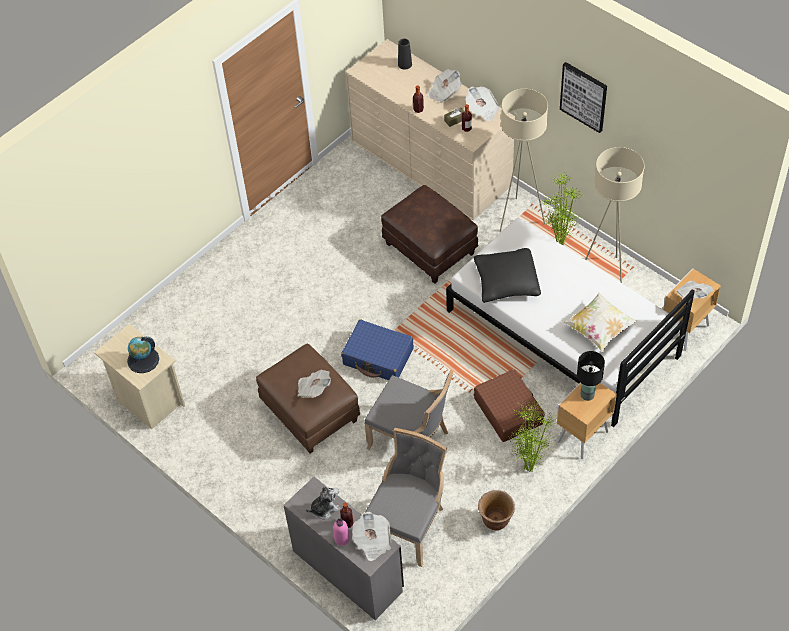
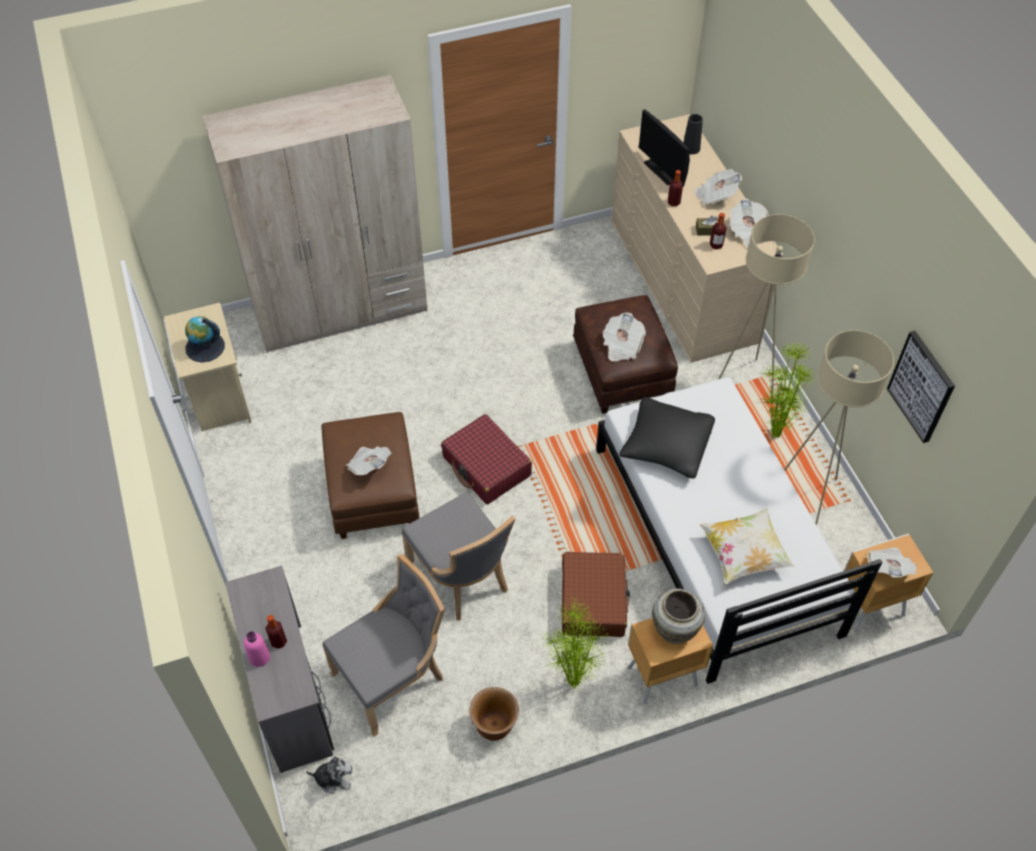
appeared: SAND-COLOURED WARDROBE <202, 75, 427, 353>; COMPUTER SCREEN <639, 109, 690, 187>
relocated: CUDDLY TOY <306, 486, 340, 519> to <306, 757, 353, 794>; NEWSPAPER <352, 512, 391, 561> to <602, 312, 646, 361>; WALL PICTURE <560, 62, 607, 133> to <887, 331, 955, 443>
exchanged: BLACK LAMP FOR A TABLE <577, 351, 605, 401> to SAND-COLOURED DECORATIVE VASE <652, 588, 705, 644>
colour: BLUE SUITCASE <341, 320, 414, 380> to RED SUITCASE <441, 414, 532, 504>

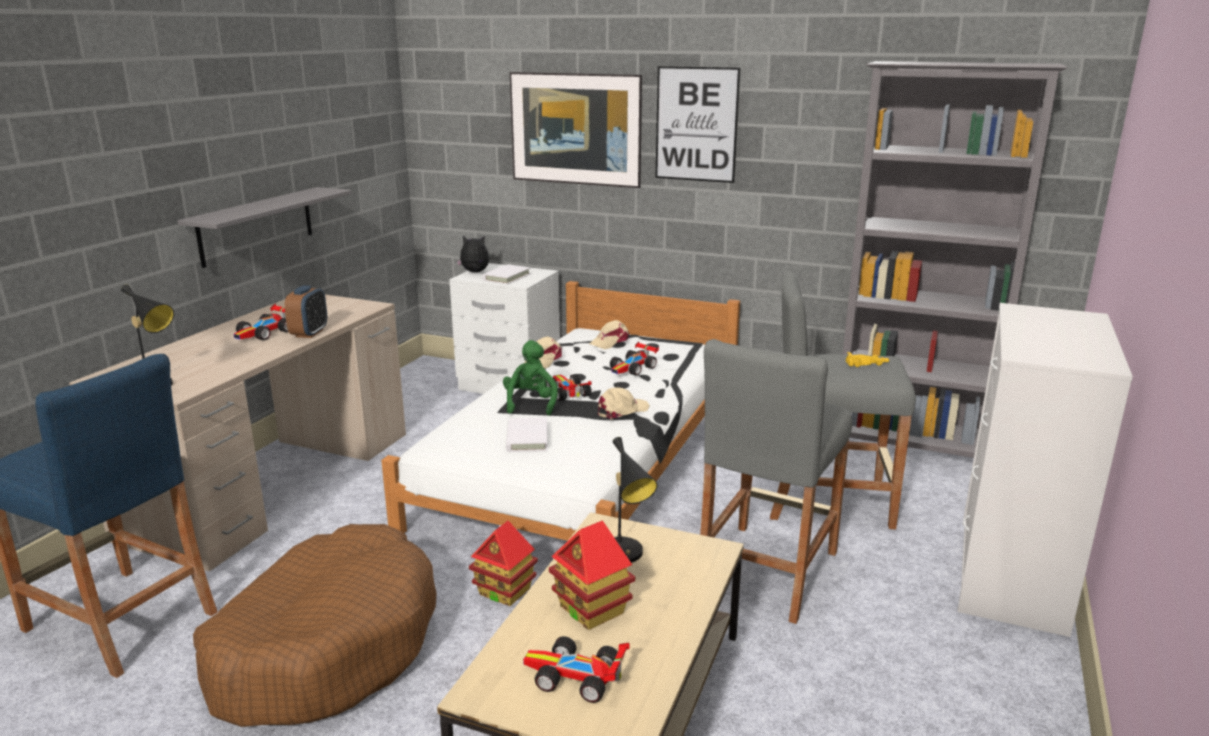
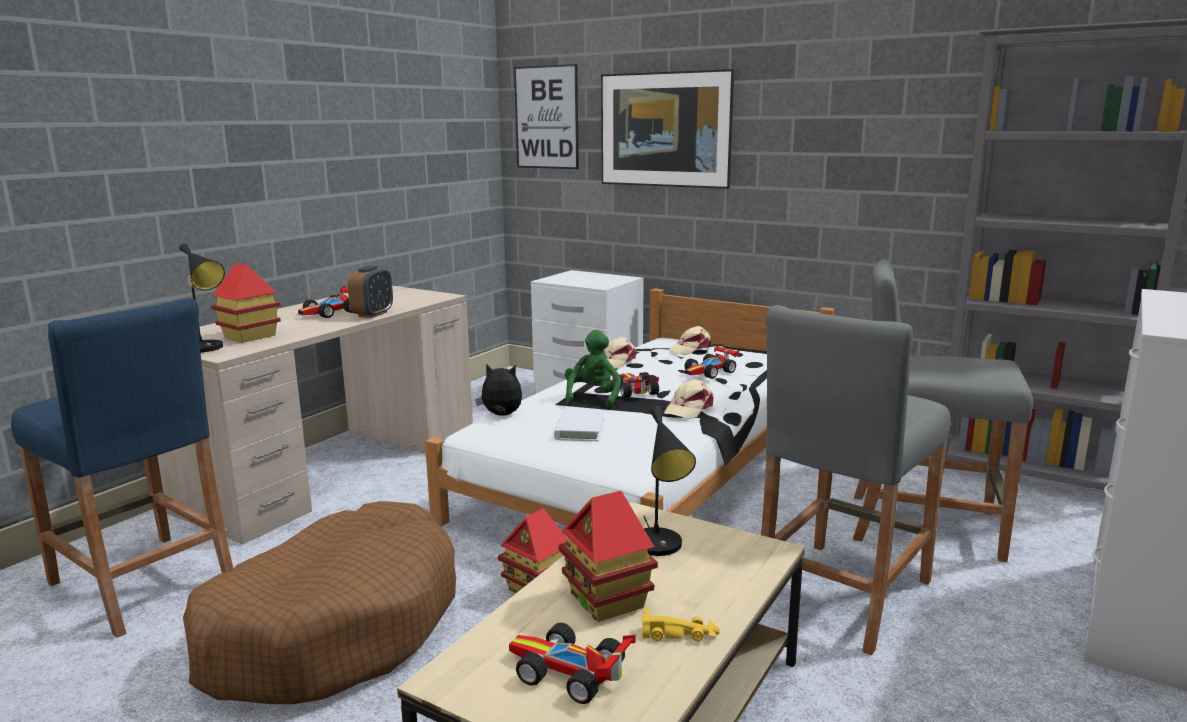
missing: GREY BRACKET SHELF <177, 187, 352, 268>; WHITE BOUND BOOK <482, 264, 531, 284>
appeared: TOY HOUSE <211, 263, 281, 343>
relocated: CUDDLY TOY <456, 236, 489, 272> to <475, 364, 522, 416>; WALL PICTURE <655, 66, 740, 183> to <514, 64, 579, 169>; YELLOW MINIATURE CAR <846, 352, 889, 367> to <642, 609, 720, 641>
spun: SAND-COLOURED CAP <598, 387, 650, 420> = <664, 379, 713, 419> 150 degrees clockwise

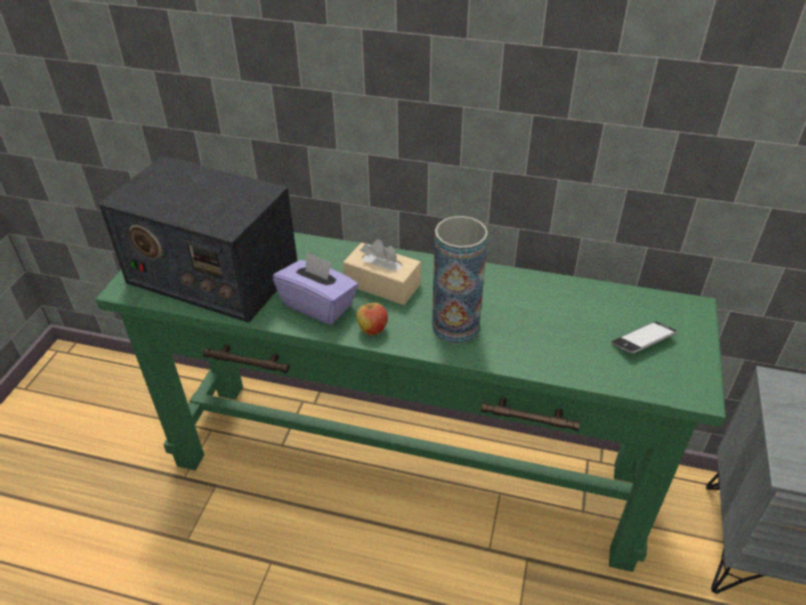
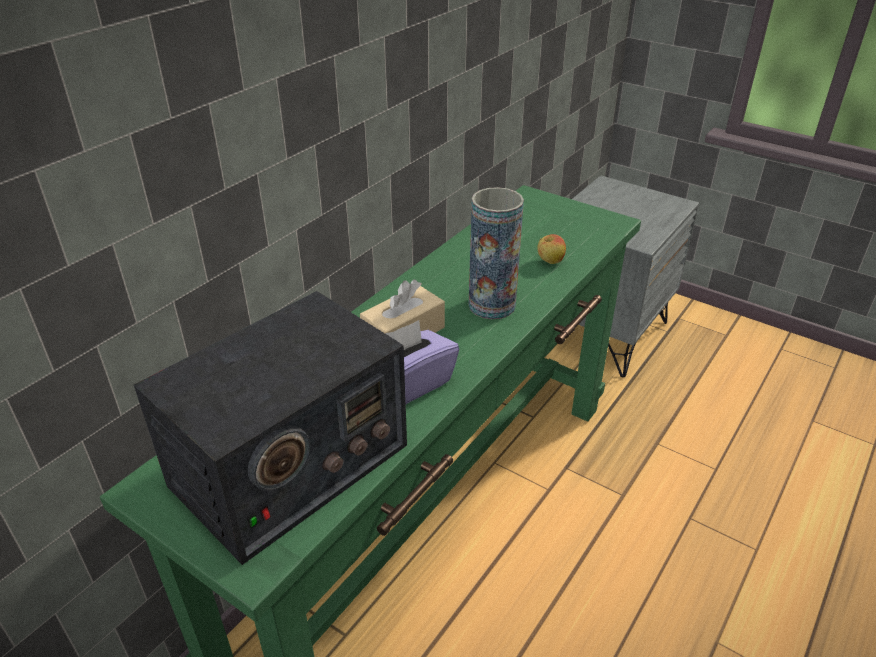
missing: TELEPHONE <611, 322, 677, 354>
relocated: APPLE FRUIT <356, 299, 388, 336> to <537, 234, 566, 264>

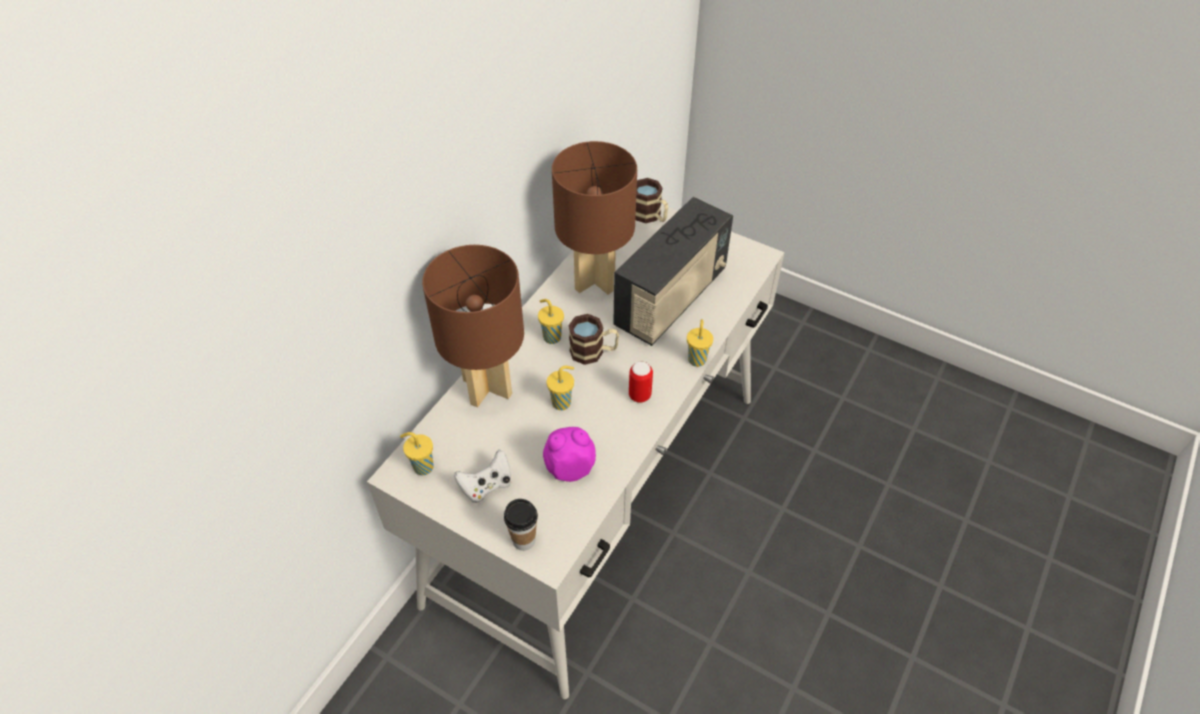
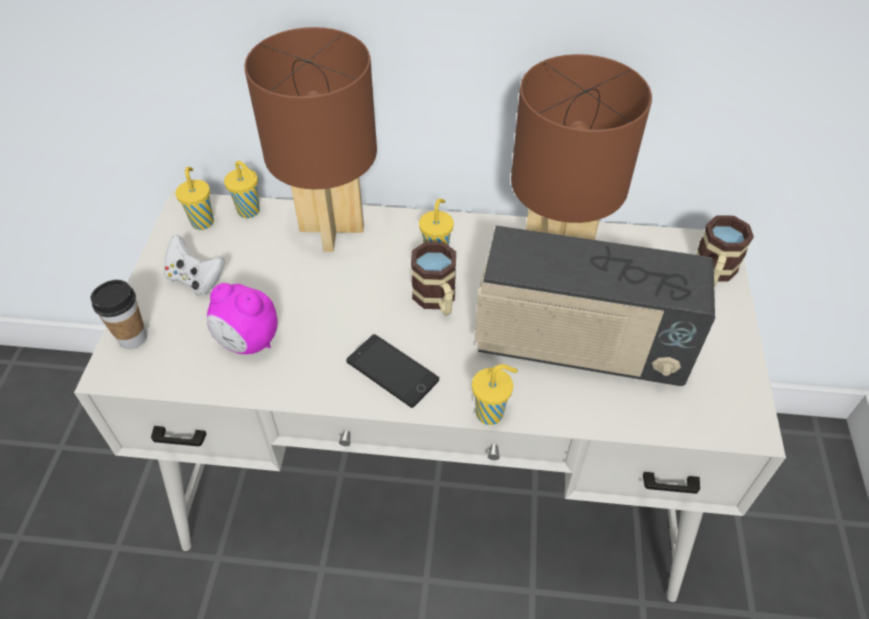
relocated: YELLOW DRINKING CUP <546, 366, 574, 410> to <224, 161, 260, 218>
exchanged: SEALED CAN <629, 362, 653, 403> to TELEPHONE <346, 334, 439, 408>
spun: ALARM CLOCK <543, 427, 596, 482> = <207, 283, 278, 354> 150 degrees clockwise

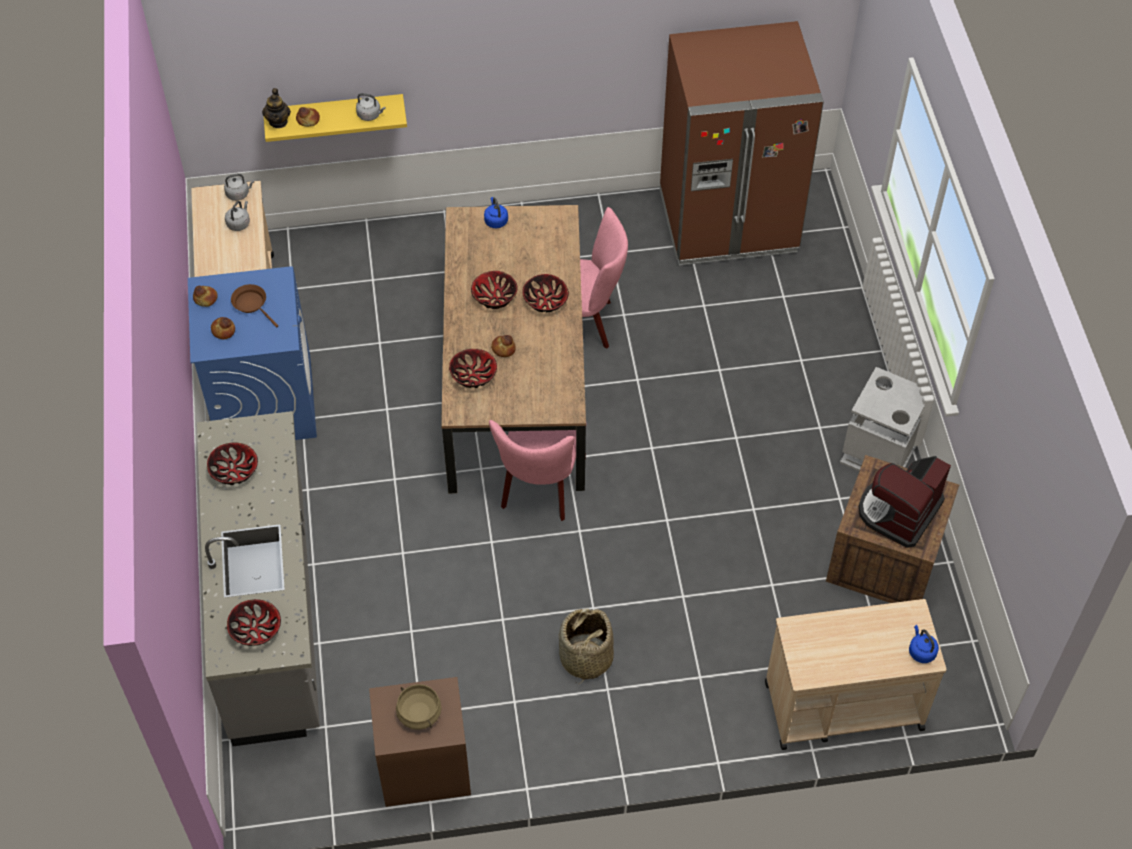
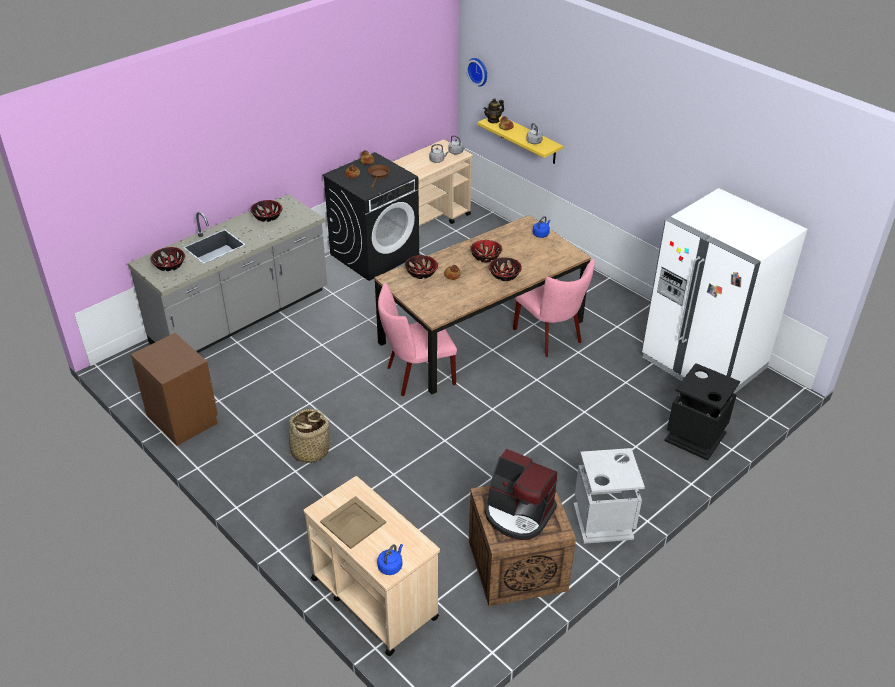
missing: SAND-COLOURED COOKING POT <396, 684, 442, 730>
appeared: SAND-COLOURED TRAY <320, 496, 386, 549>; HANGING CLOCK <466, 58, 487, 86>; BLACK WASTE BIN <665, 363, 740, 461>
colour: BLUE LAUNDRY APPLIANCE <188, 266, 317, 440> to BLACK LAUNDRY APPLIANCE <322, 152, 419, 281>; BROWN-COLOURED FRIDGE <660, 21, 824, 266> to WHITE FRIDGE <642, 188, 807, 394>
spun: COFFEE MACHINE <859, 456, 951, 548> = <485, 449, 558, 540> 150 degrees counterclockwise

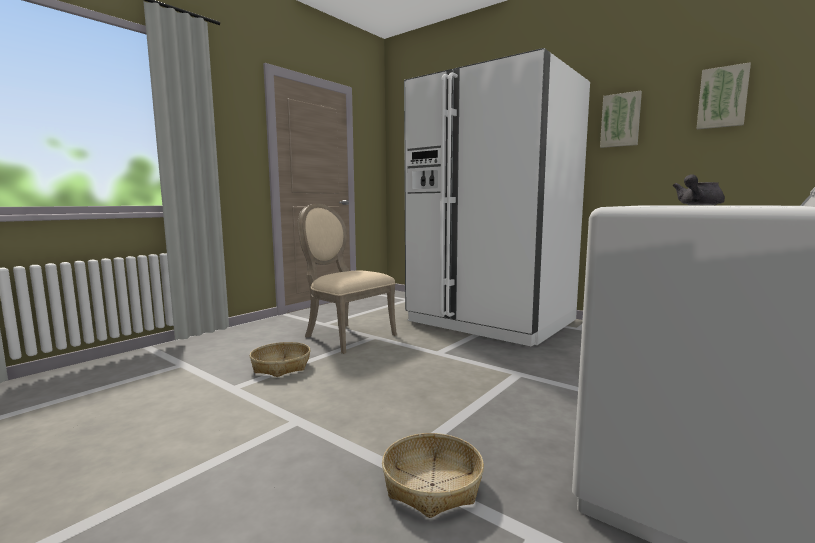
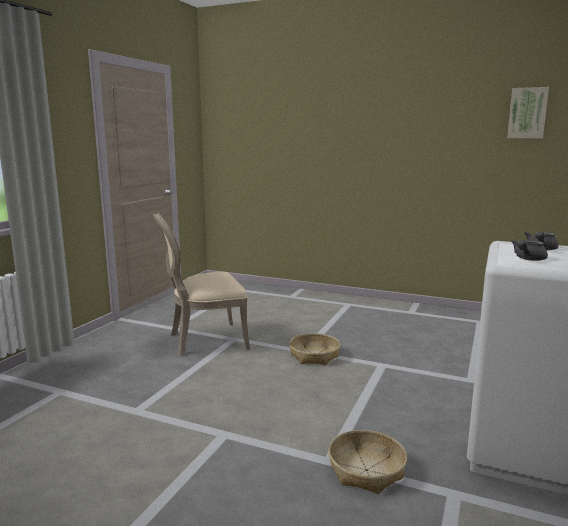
missing: WHITE FRIDGE <404, 48, 590, 347>; WALL PICTURE <600, 90, 642, 148>
appeared: GREY TEAPOT <511, 239, 548, 261>
relocated: BASKET <250, 342, 310, 377> to <289, 333, 340, 365>
spun: SAND-COLOURED UPRIGHT CHAIR <298, 203, 397, 354> = <153, 213, 250, 356> 45 degrees counterclockwise

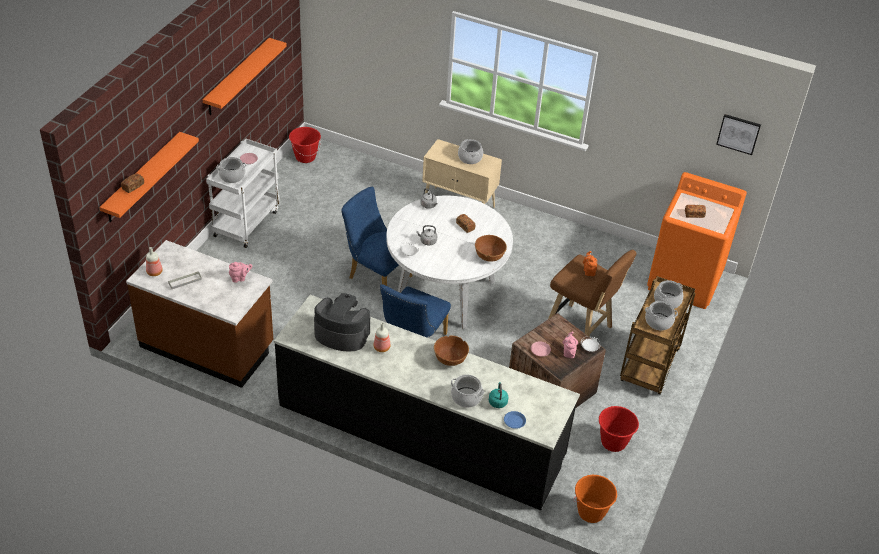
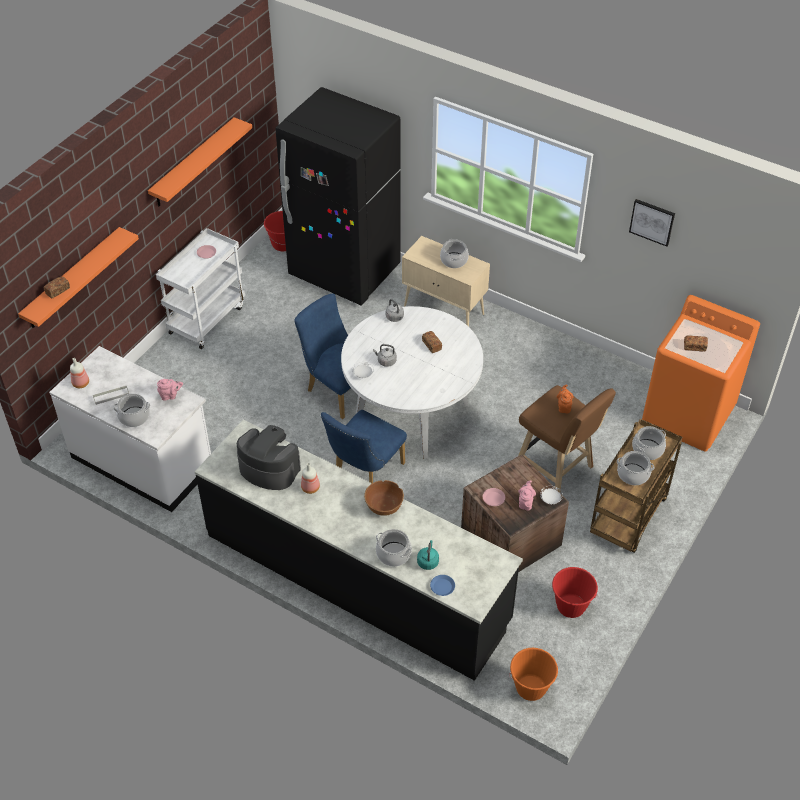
missing: BROWN-COLOURED BOWL <475, 235, 507, 262>
appeared: BLACK FRIDGE <275, 87, 401, 306>
relocated: COOKING POT <216, 157, 246, 183> to <113, 394, 150, 427>; WALL PICTURE <716, 114, 761, 155> to <629, 199, 675, 247>
colour: BROWN-COLOURED COUNTER <126, 240, 273, 388> to WHITE COUNTER <49, 346, 211, 512>

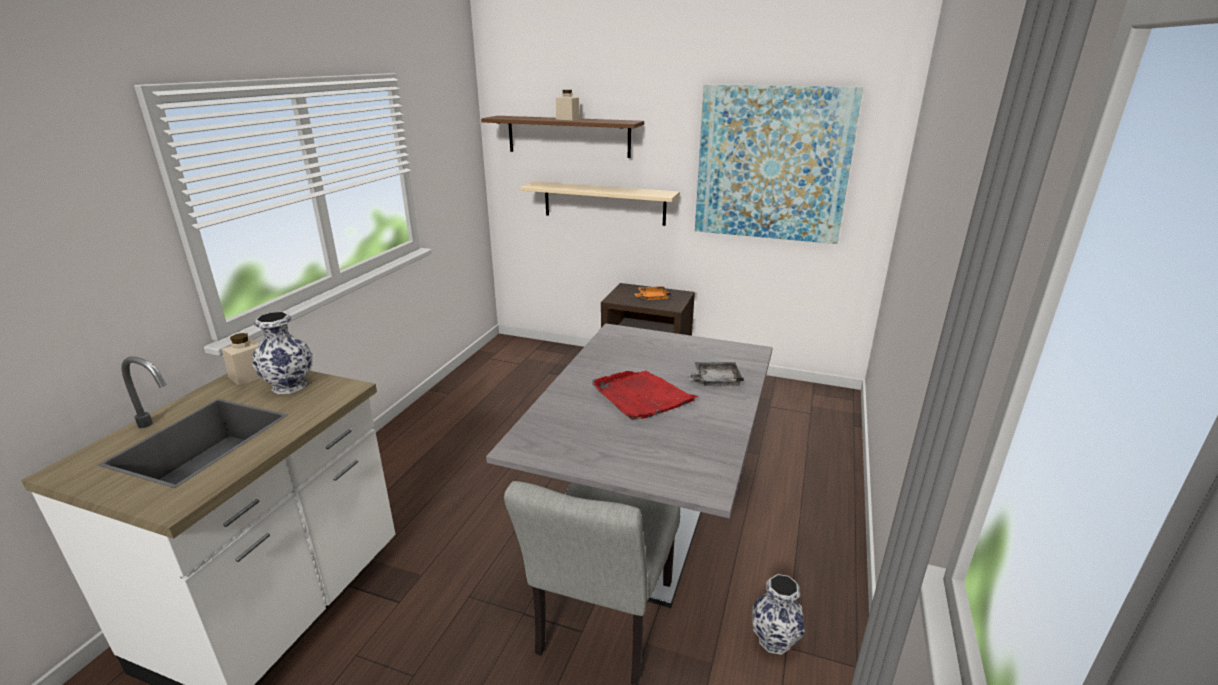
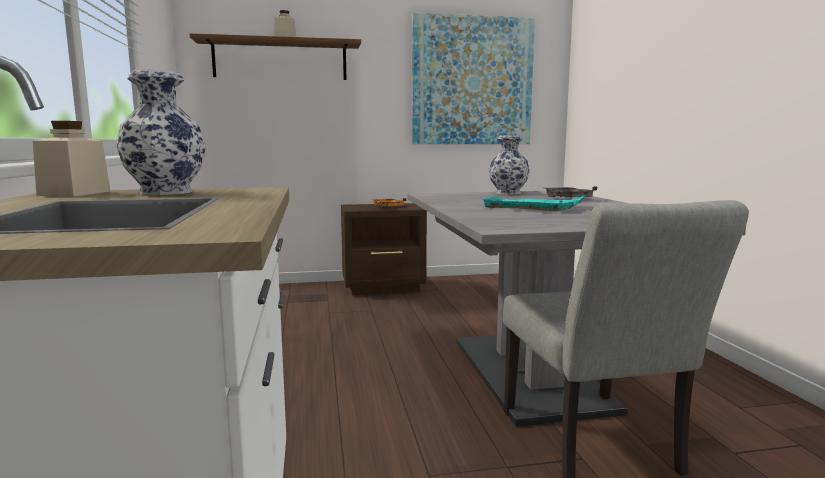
missing: SAND-COLOURED BRACKET SHELF <520, 181, 680, 226>
relocated: DECORATIVE VASE <752, 574, 805, 655> to <489, 135, 530, 195>
colour: RED TRAY <592, 371, 699, 420> to BLUE-GREEN TRAY <482, 195, 585, 211>

